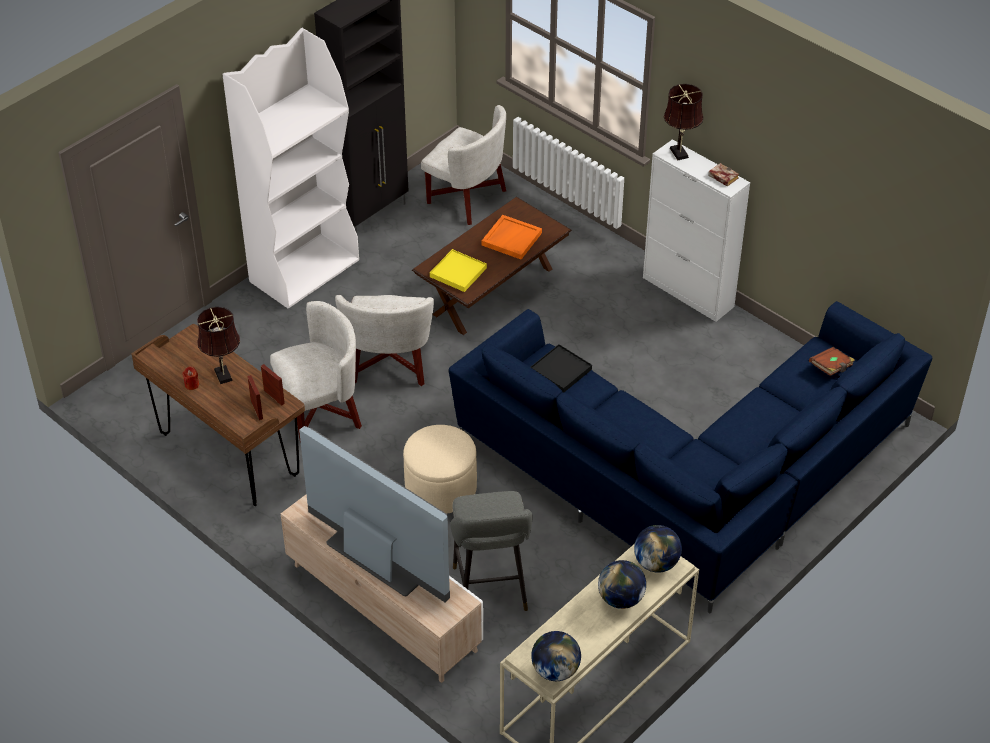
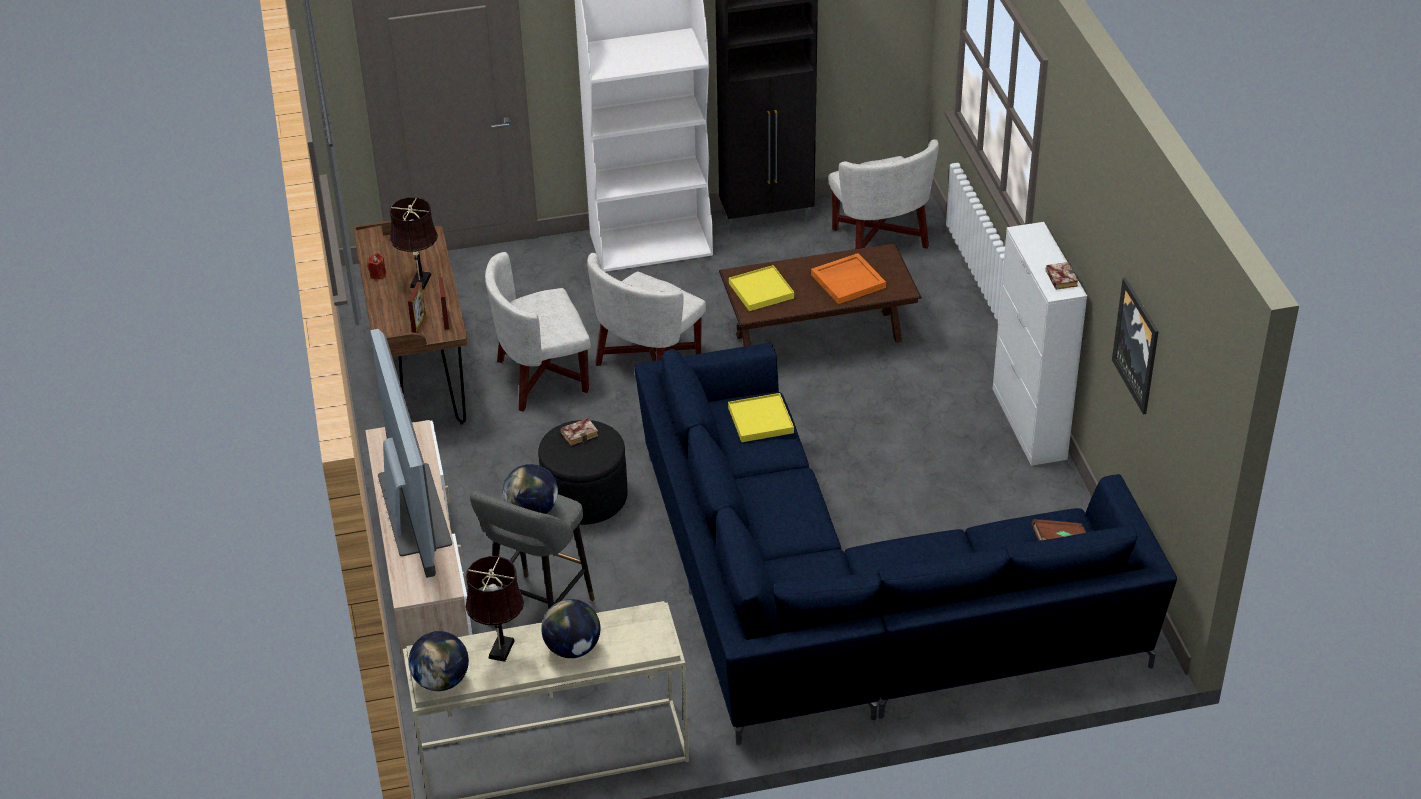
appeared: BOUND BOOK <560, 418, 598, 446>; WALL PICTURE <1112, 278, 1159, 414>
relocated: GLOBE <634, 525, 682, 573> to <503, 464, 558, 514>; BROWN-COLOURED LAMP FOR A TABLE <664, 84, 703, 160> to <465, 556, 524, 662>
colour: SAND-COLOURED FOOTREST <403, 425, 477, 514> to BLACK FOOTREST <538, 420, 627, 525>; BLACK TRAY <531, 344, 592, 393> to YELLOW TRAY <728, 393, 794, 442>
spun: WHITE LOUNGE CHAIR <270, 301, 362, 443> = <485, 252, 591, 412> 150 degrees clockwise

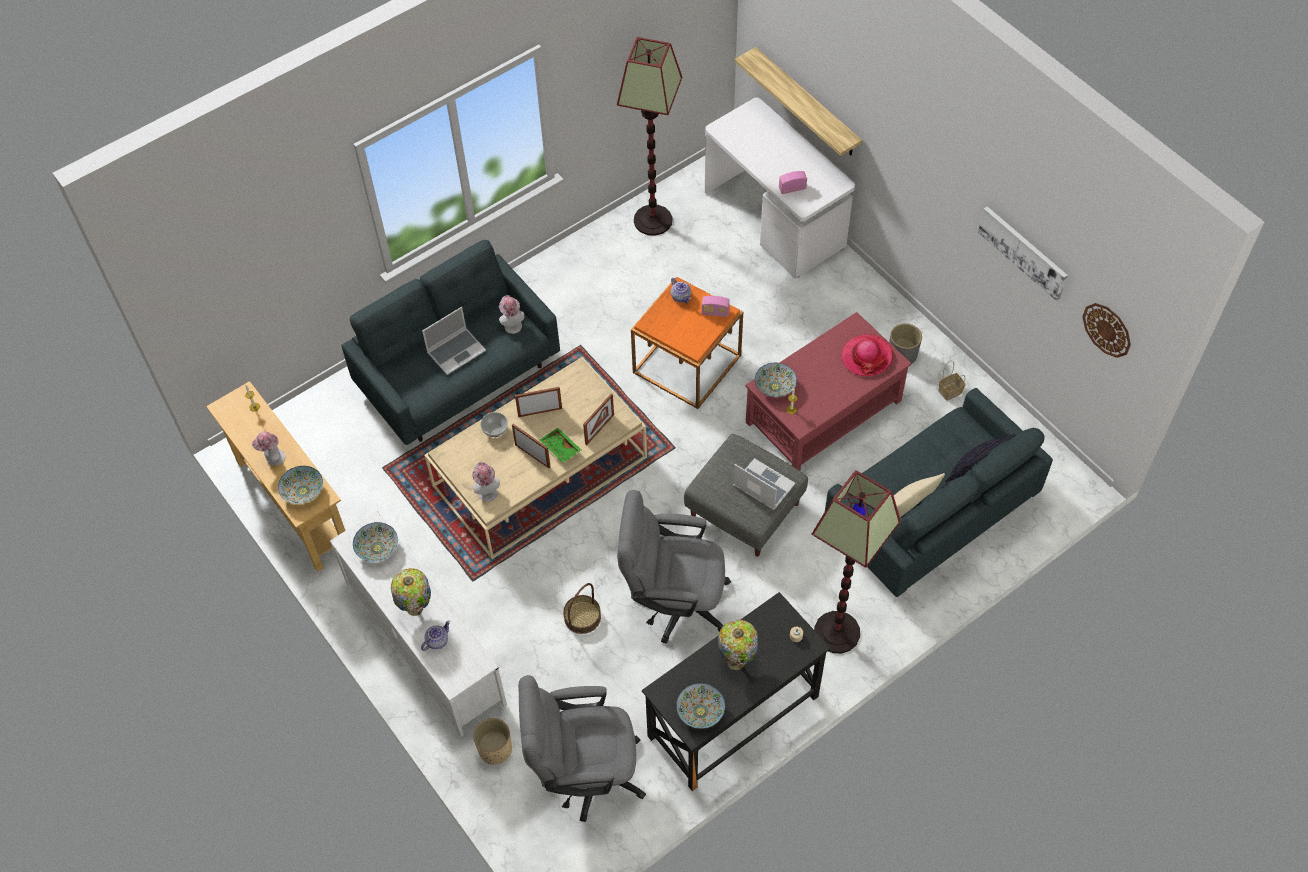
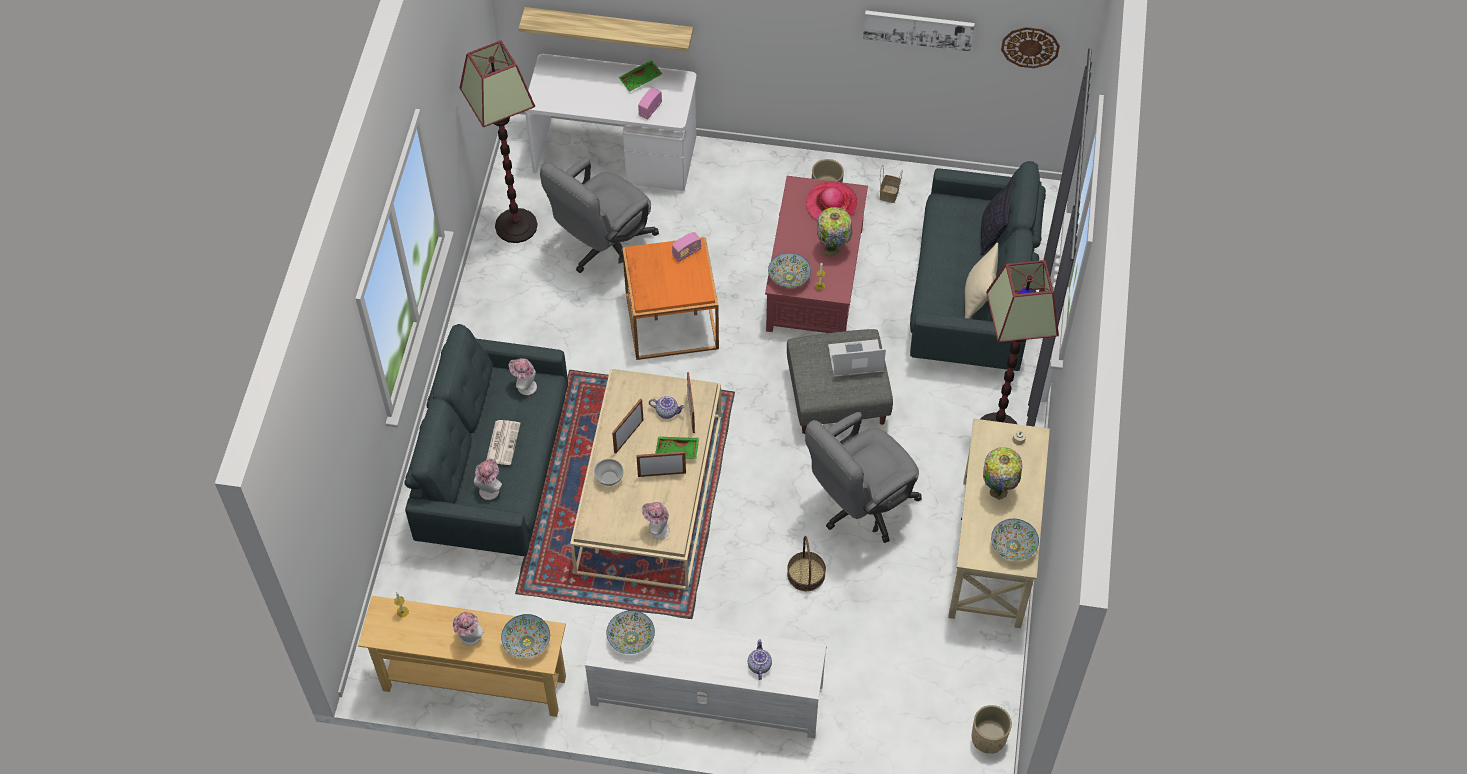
appeared: WEARABLE HAT <474, 459, 502, 500>; GREEN TRAY <619, 60, 662, 92>
relocated: LAMP FOR A TABLE <391, 568, 431, 616> to <817, 207, 852, 257>; SAND-COLOURED PLANTER <473, 718, 512, 764> to <972, 705, 1012, 754>; GREY COMPUTER CHAIR <519, 675, 646, 822> to <540, 157, 659, 273>; TEAPOT <671, 278, 691, 303> to <649, 396, 685, 419>
exchanged: PORTABLE COMPUTER <422, 307, 486, 375> to NEWSPAPER <486, 420, 521, 465>
colour: BLACK DESK TABLE <642, 592, 830, 791> to SAND-COLOURED DESK TABLE <948, 419, 1050, 628>

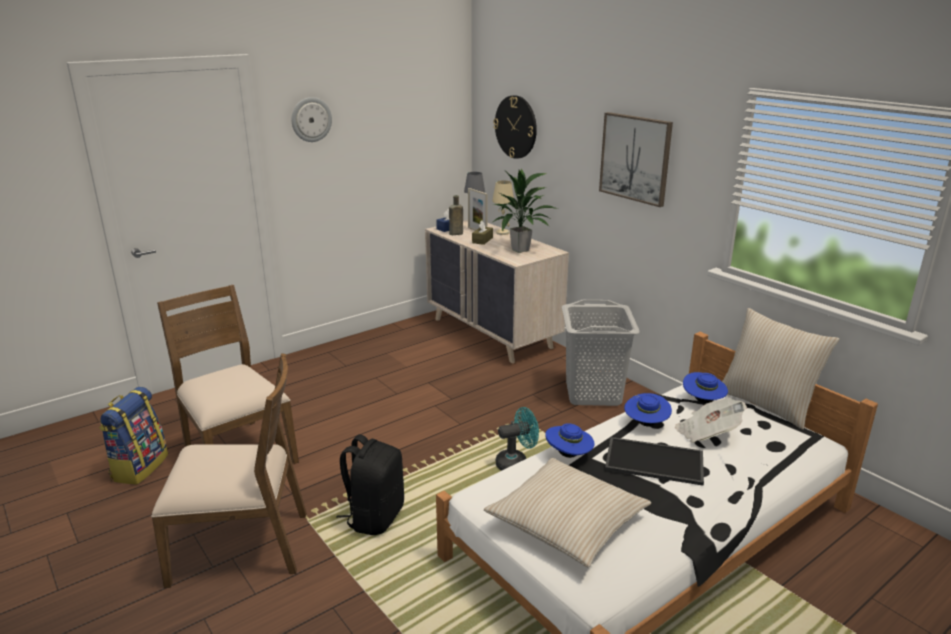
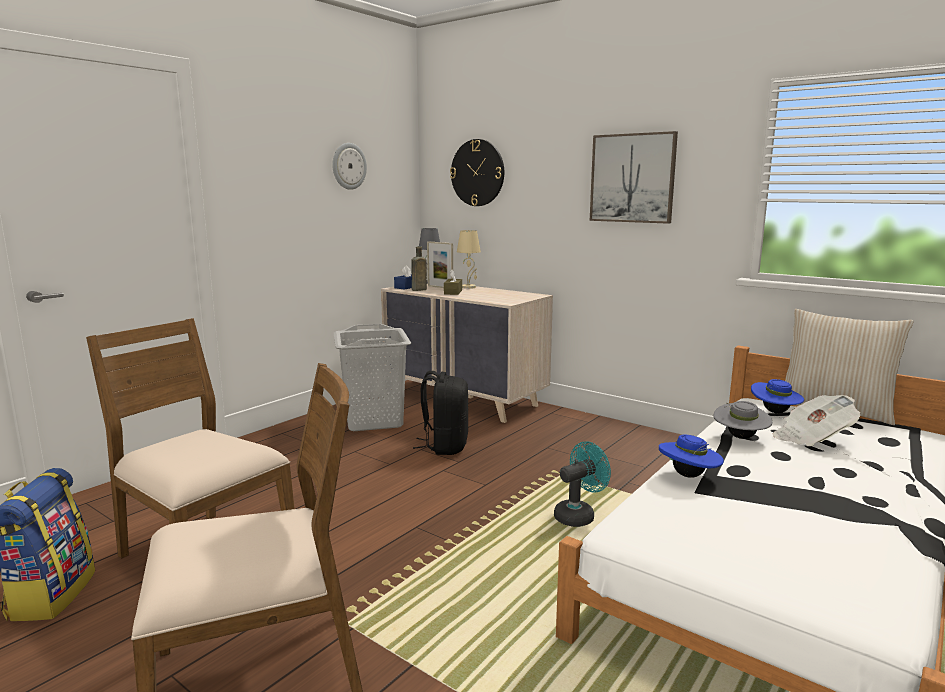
missing: SAND-COLOURED CUSHION <484, 458, 651, 567>; PLANT IN A POT <491, 168, 558, 253>; TRAY <605, 437, 704, 486>
relocated: HANGING CLOCK <291, 97, 332, 142> to <332, 143, 367, 190>; BLACK RUCKSACK <336, 434, 404, 535> to <413, 371, 468, 455>; GREY WASHING BASKET <562, 300, 640, 406> to <334, 324, 411, 431>
colour: BLUE WEARABLE HAT <624, 393, 672, 426> to GREY WEARABLE HAT <713, 401, 772, 439>

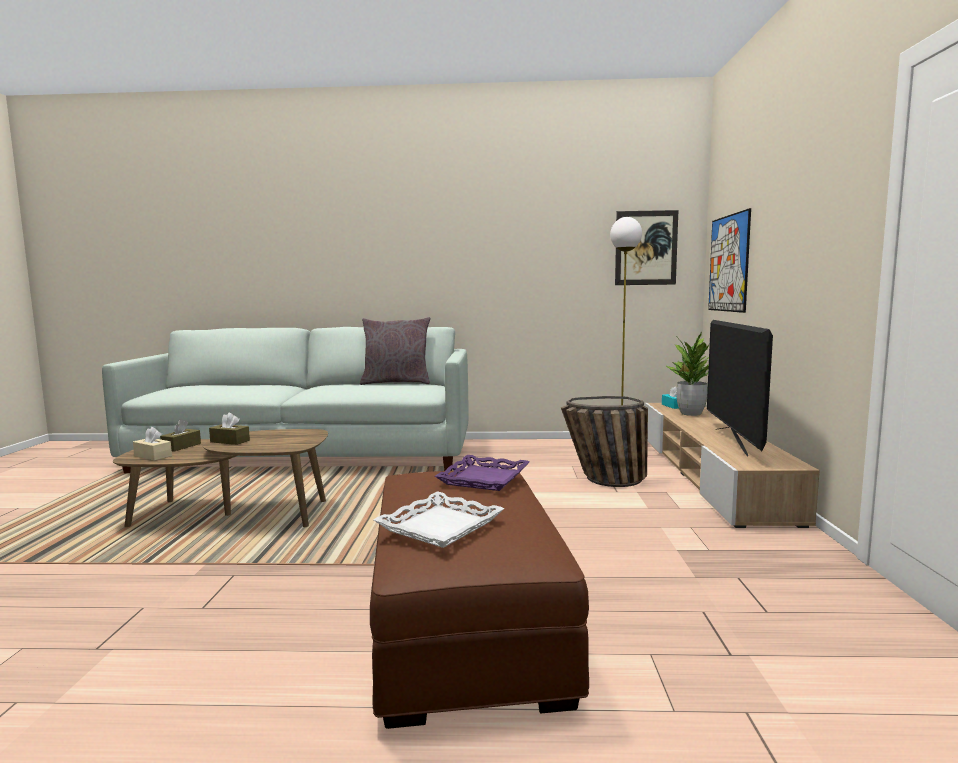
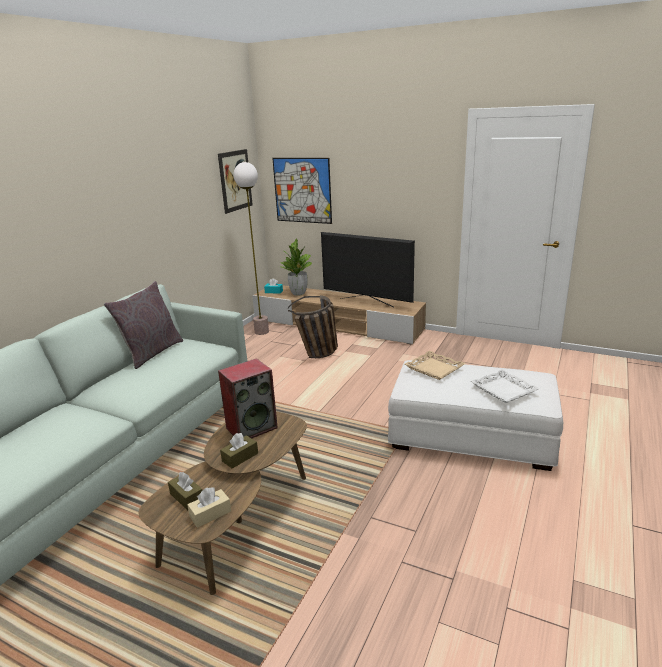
appeared: LOUDSPEAKER <218, 358, 278, 438>
colour: BROWN-COLOURED FOOTREST <370, 470, 589, 729> to WHITE FOOTREST <388, 360, 563, 471>; PURPLE-COLOURED TRAY <435, 455, 529, 491> to SAND-COLOURED TRAY <405, 351, 466, 380>

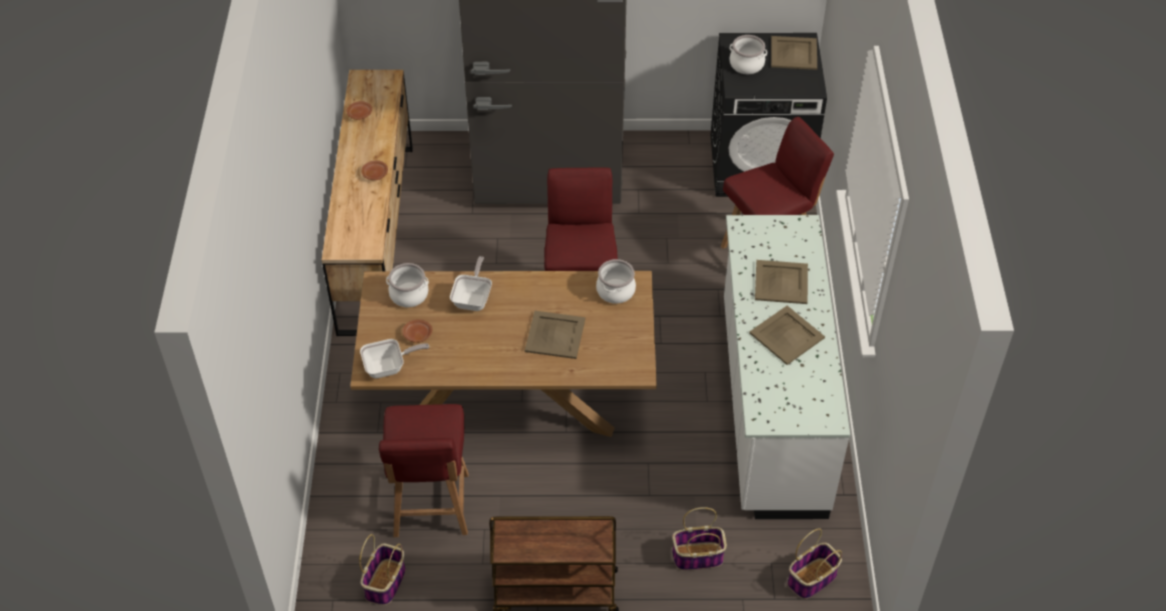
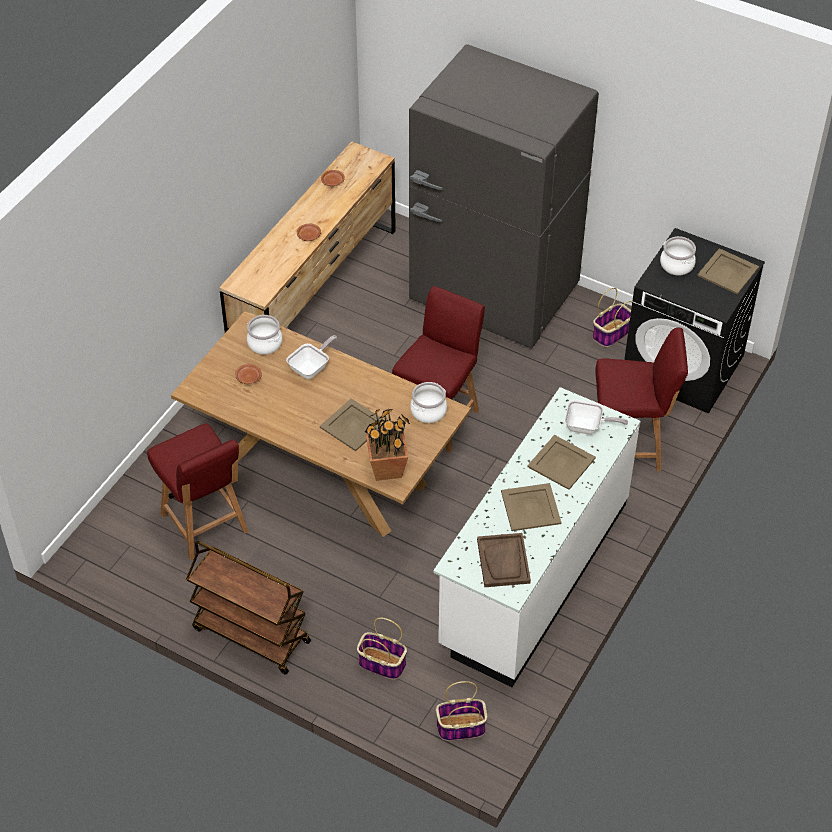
appeared: PLANT IN A POT <365, 408, 411, 481>; BROWN-COLOURED TRAY <477, 533, 531, 587>
relocated: BASKET <359, 534, 406, 605> to <592, 288, 632, 347>; FRYING PAN <360, 339, 429, 378> to <565, 399, 628, 434>
spun: RED UPRIGHT CHAIR <379, 404, 468, 537> = <147, 423, 249, 560> 60 degrees counterclockwise

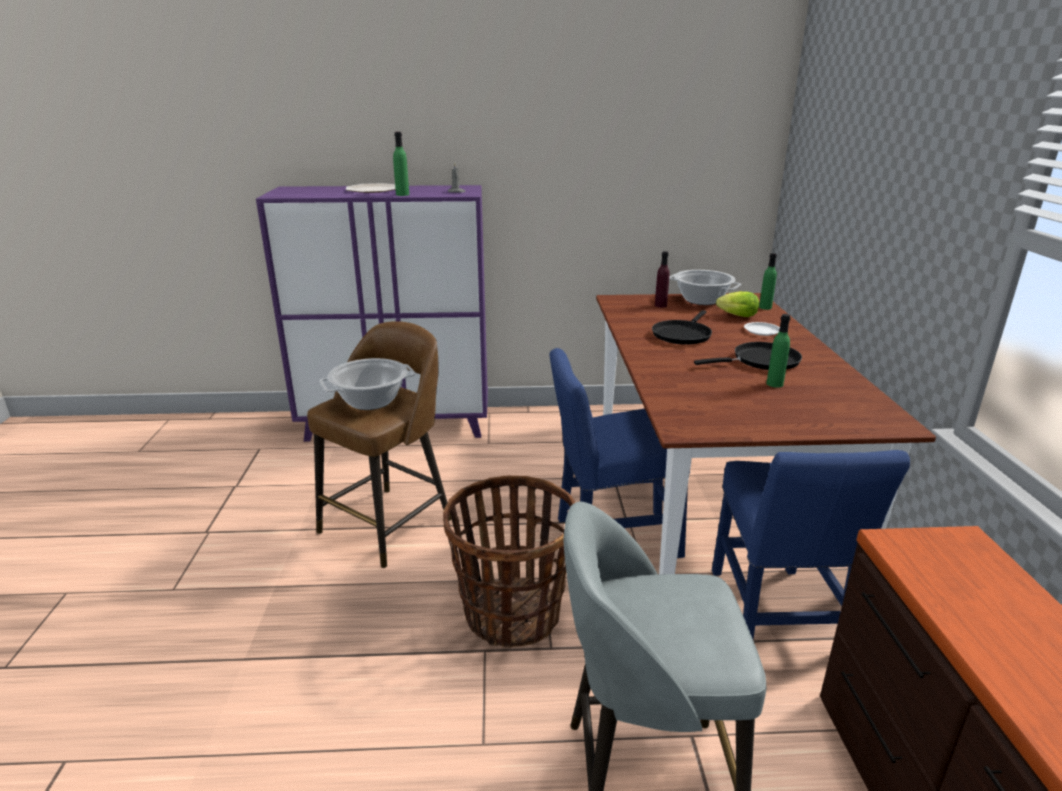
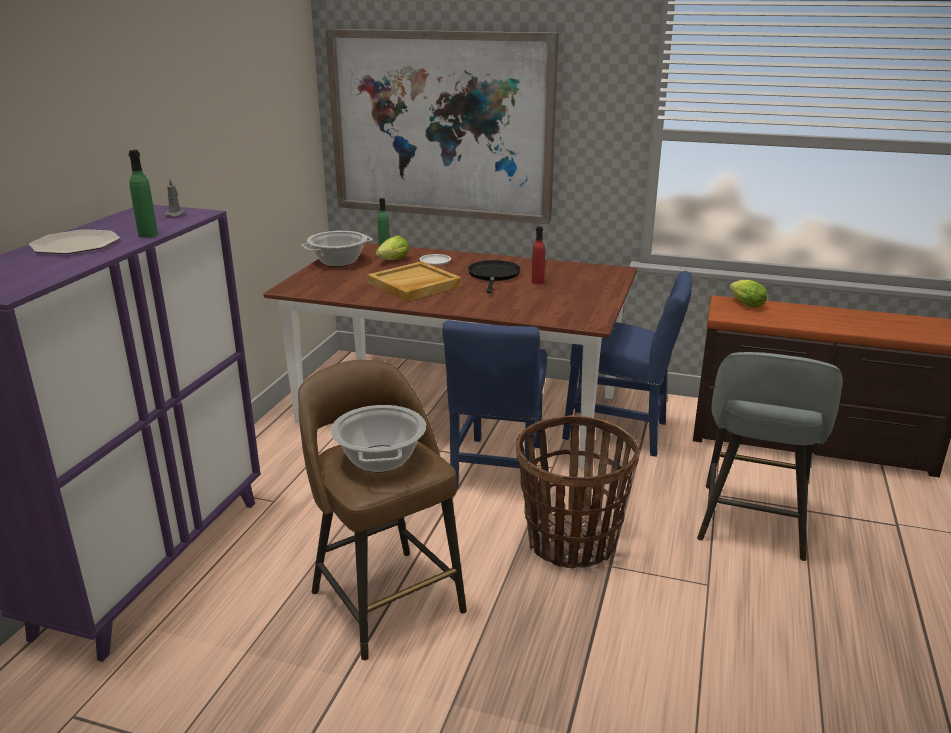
missing: PURPLE-COLOURED DRINK BOTTLE <655, 251, 670, 308>
appeared: WALL PICTURE <325, 29, 559, 224>; LETTUCE <729, 280, 767, 308>
exchanged: BLACK FRYING PAN <652, 310, 712, 345> to SAND-COLOURED TRAY <367, 261, 462, 302>
colour: GREEN DRINK BOTTLE <766, 314, 790, 388> to RED DRINK BOTTLE <531, 226, 545, 285>

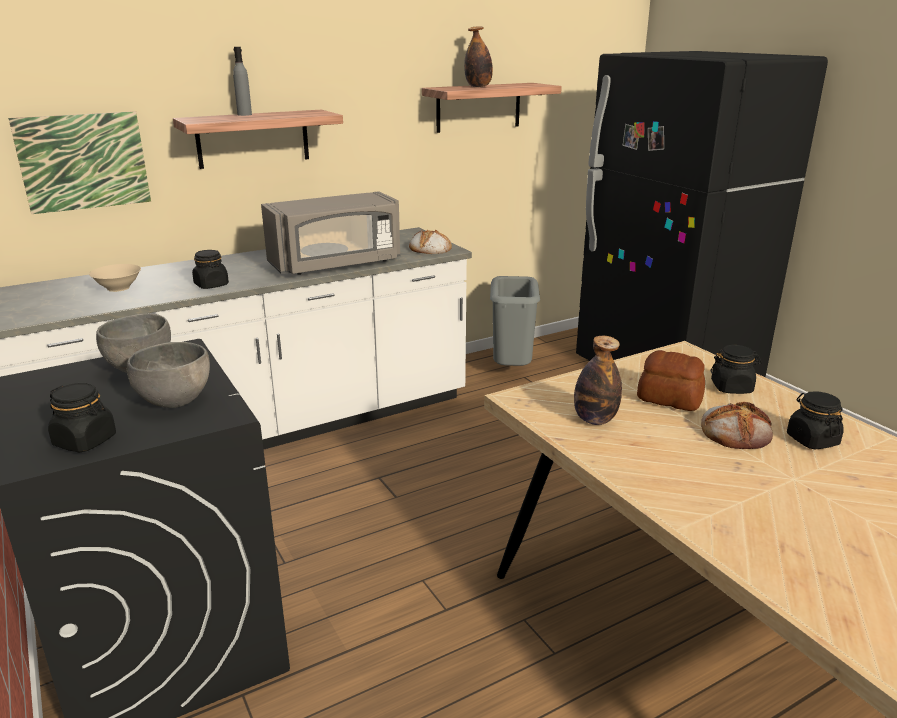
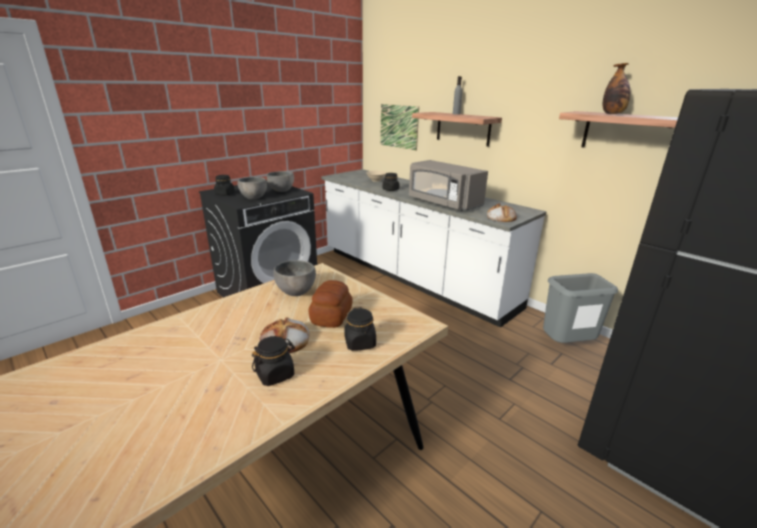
exchanged: DRINK BOTTLE <574, 336, 622, 425> to GREY BOWL <273, 260, 316, 296>

